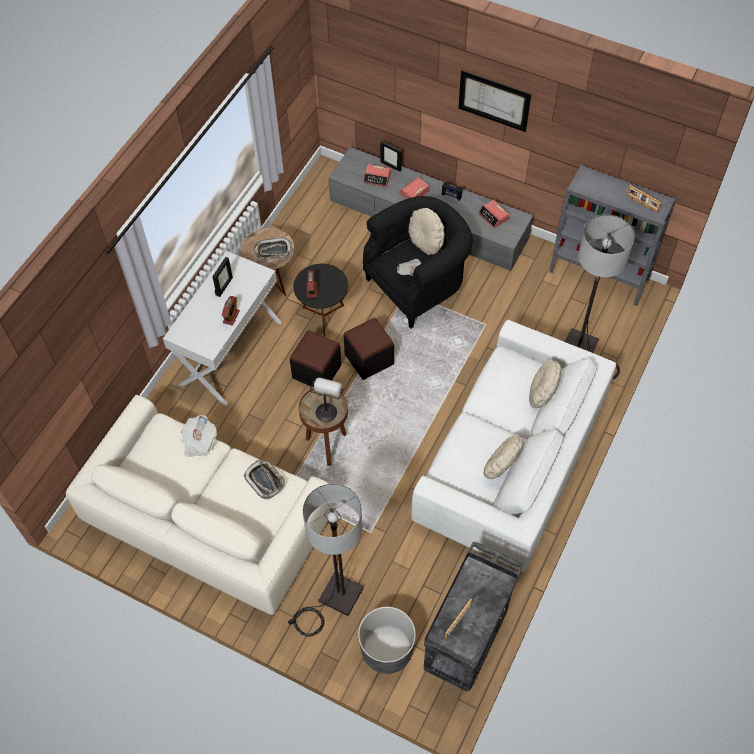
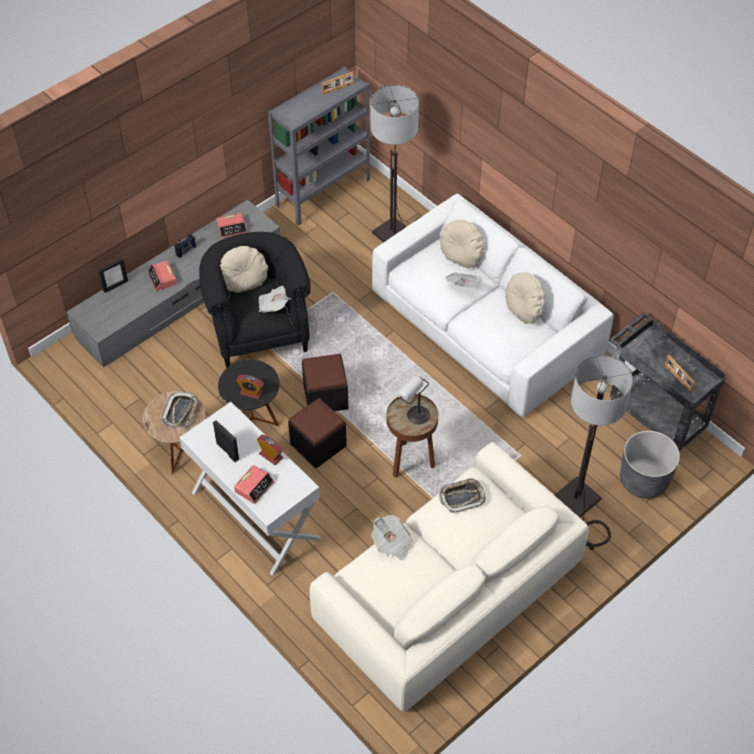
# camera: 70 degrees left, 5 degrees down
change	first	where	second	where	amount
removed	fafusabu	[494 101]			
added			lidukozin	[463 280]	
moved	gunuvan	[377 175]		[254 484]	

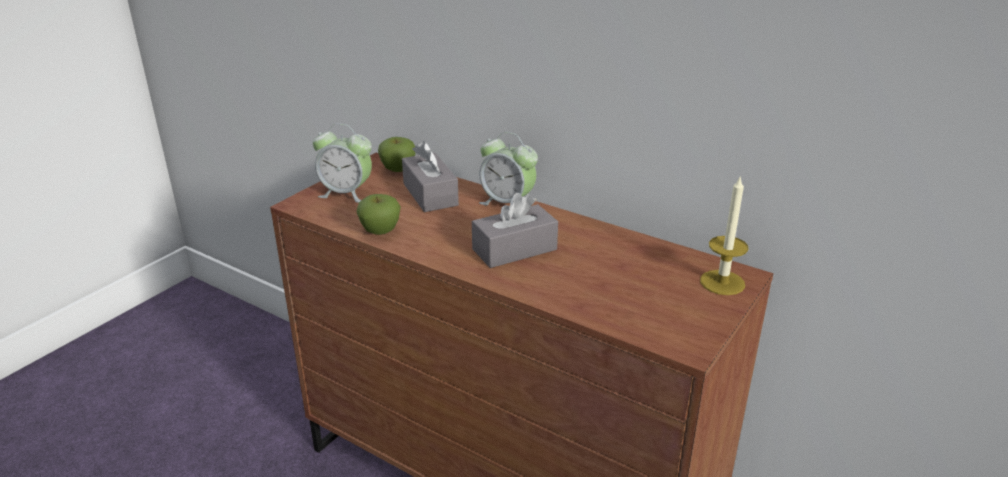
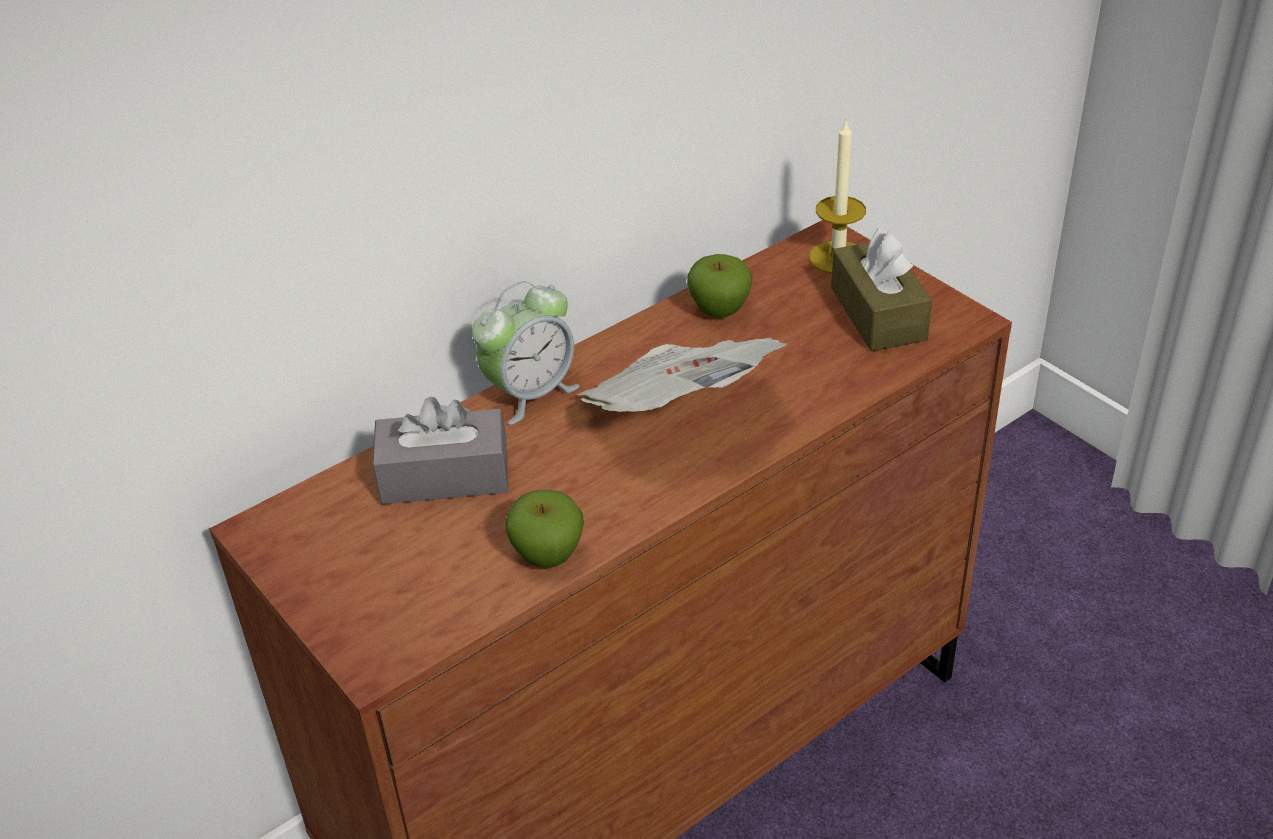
# camera: 70 degrees left, 10 degrees up
change	first	where	second	where	amount
removed	gunuvan	[342 163]			
added			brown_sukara	[881 289]	
moved	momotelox	[397 154]		[719 286]	
replaced	grey_sukara	[515 230]	lidukozin	[682 375]	

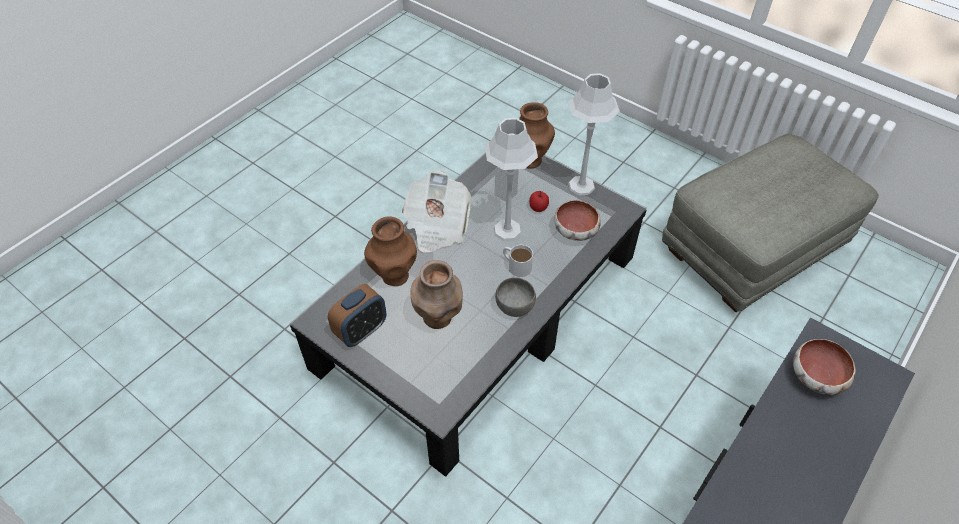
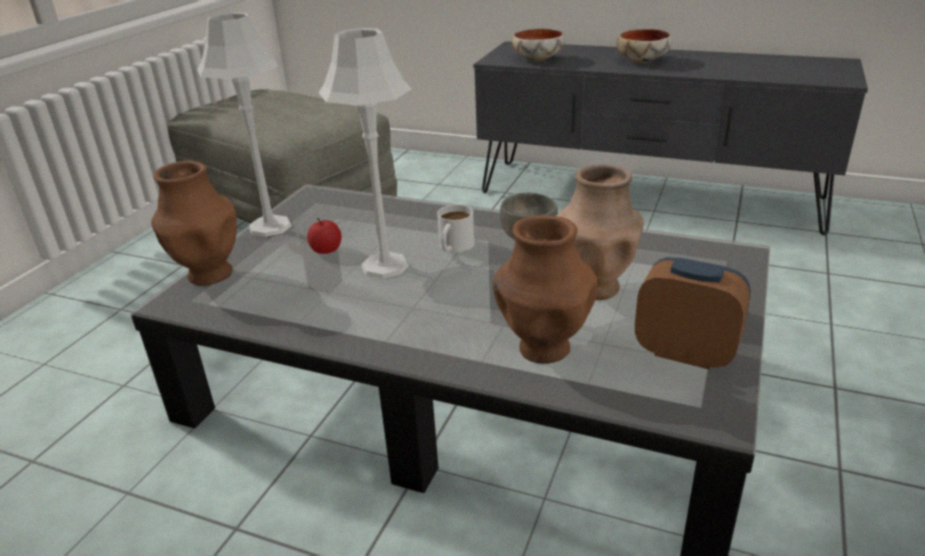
# camera: 105 degrees left, 20 degrees down
change	first	where	second	where	amount
removed	lidukozin	[437 212]			
moved	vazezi	[577 220]		[644 46]	

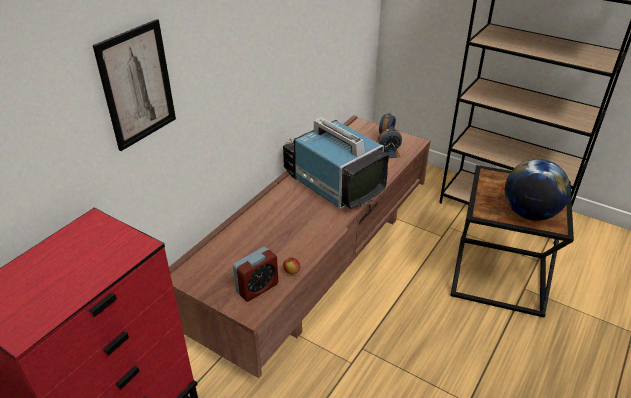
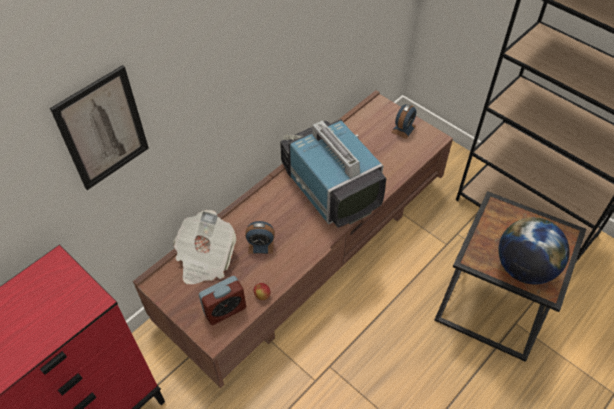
# camera: 10 degrees right, 15 degrees up
change	first	where	second	where	amount
added			lidukozin	[204 247]	
moved	gunuvan	[390 143]		[260 237]	

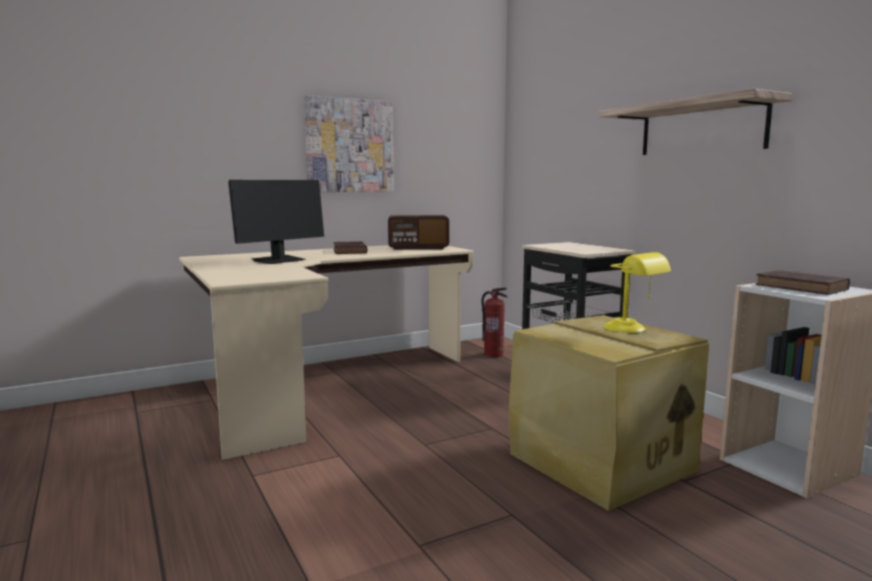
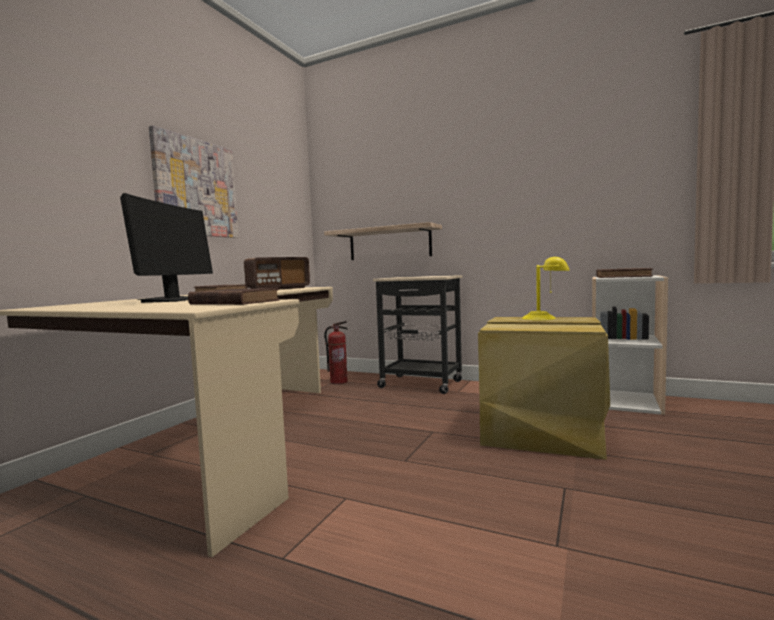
# camera: 35 degrees left, 5 degrees down
change	first	where	second	where	amount
added			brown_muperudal	[234 296]	
moved	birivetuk	[696 122]		[383 241]	

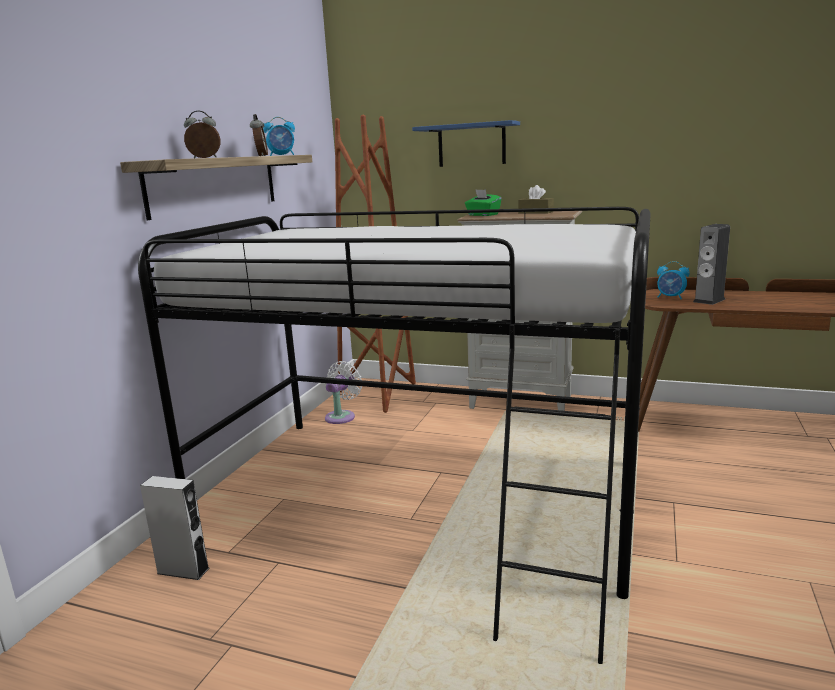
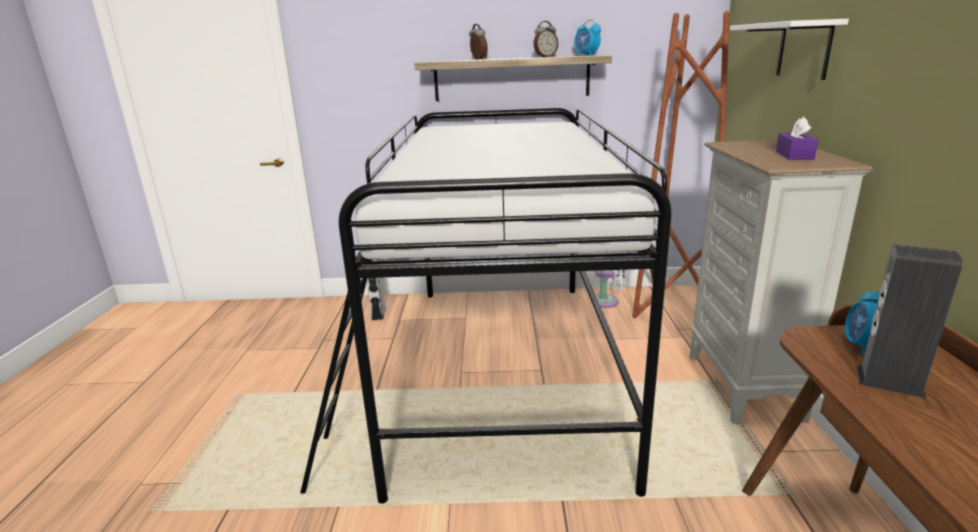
# camera: 70 degrees right, 5 degrees up
change	first	where	second	where	amount
removed	green_sukara	[483 202]			
recoloured	blue_birivetuk	[466 143]	white_birivetuk	[789 49]	
recoloured	brown_sukara	[536 199]	purple_sukara	[797 138]	

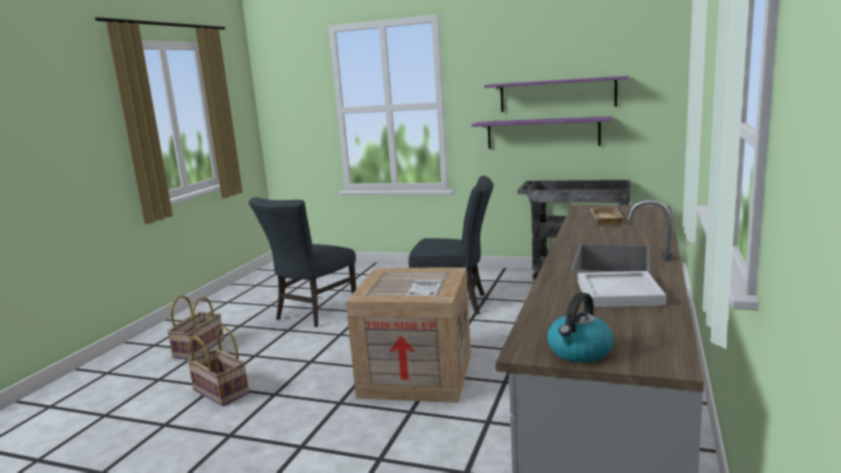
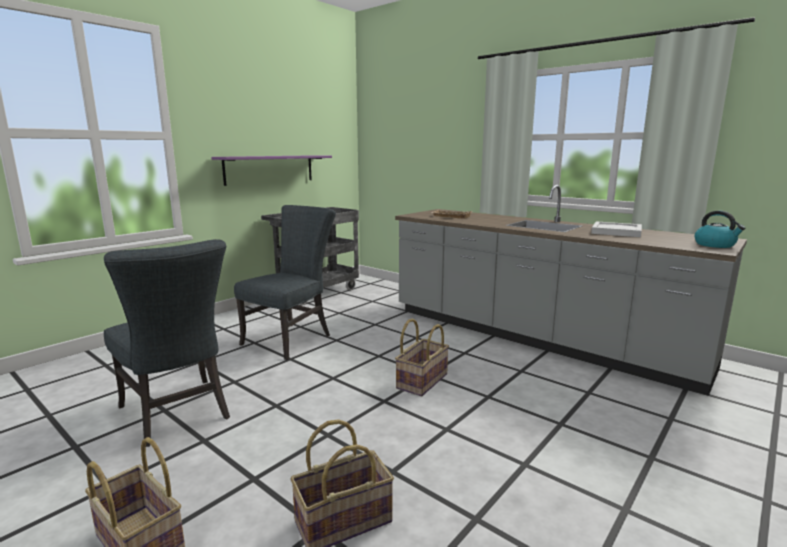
# camera: 70 degrees left, 0 degrees up
change	first	where	second	where	amount
removed	purple_birivetuk	[556 94]			
replaced	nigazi	[408 335]	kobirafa	[422 357]	

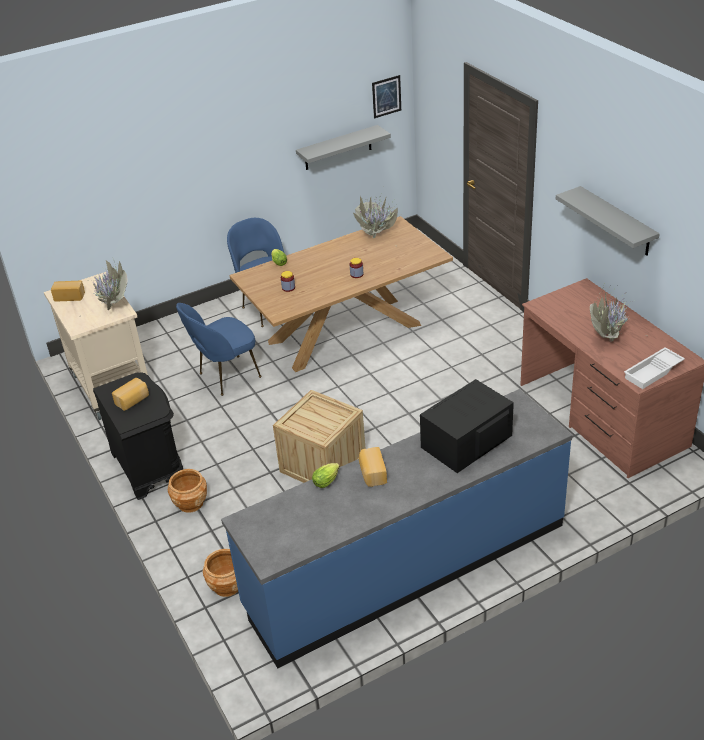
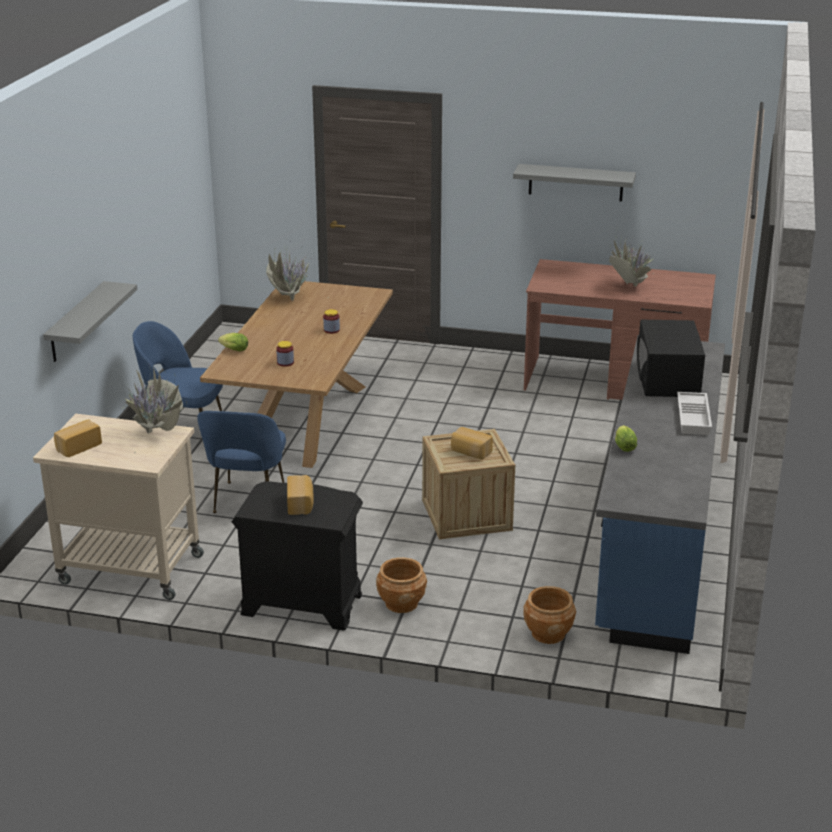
# camera: 50 degrees left, 10 degrees down
change	first	where	second	where	amount
removed	fafusabu	[386 97]			
moved	grey_birivetuk	[343 147]		[90 321]	
moved	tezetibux	[373 467]		[472 443]	
moved	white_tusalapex	[654 368]		[694 413]	

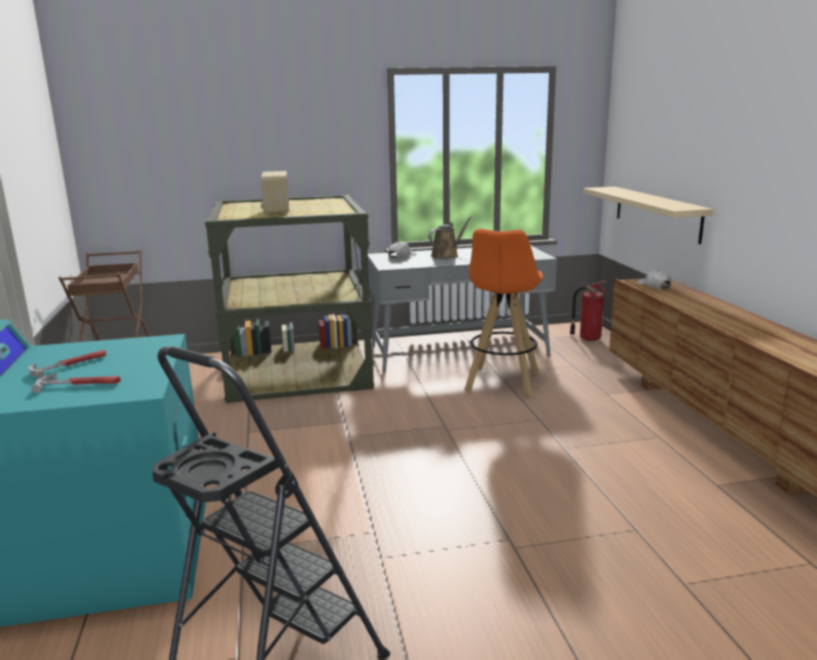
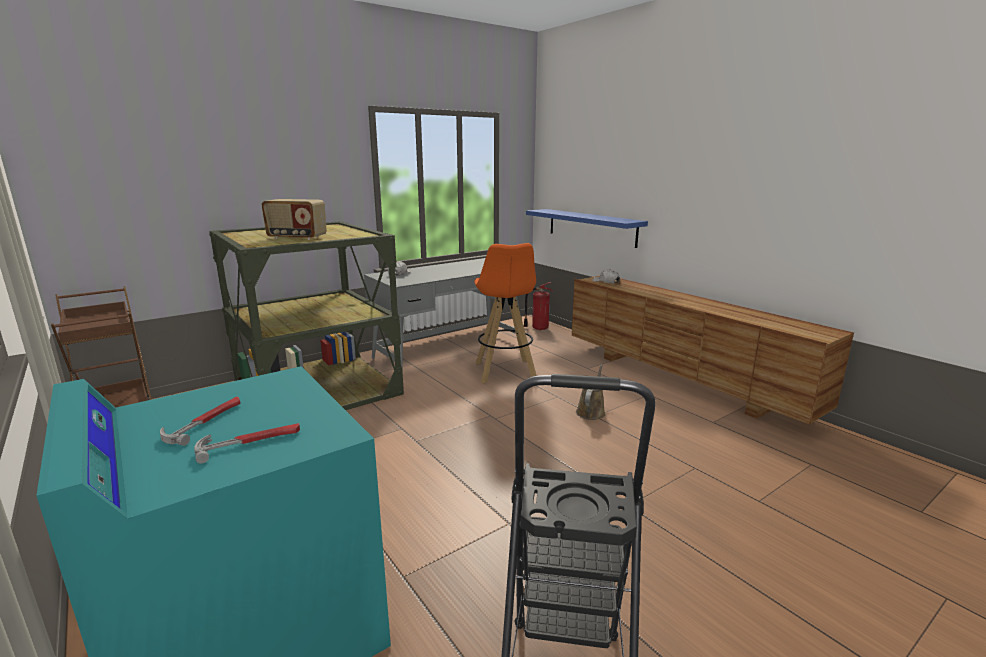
# camera: 25 degrees left, 0 degrees up
change	first	where	second	where	amount
moved	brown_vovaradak	[450 237]		[591 392]	
recoloured	beige_birivetuk	[648 215]	blue_birivetuk	[587 228]	
turned	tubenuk	[275 193]		[294 219]	45 degrees counterclockwise

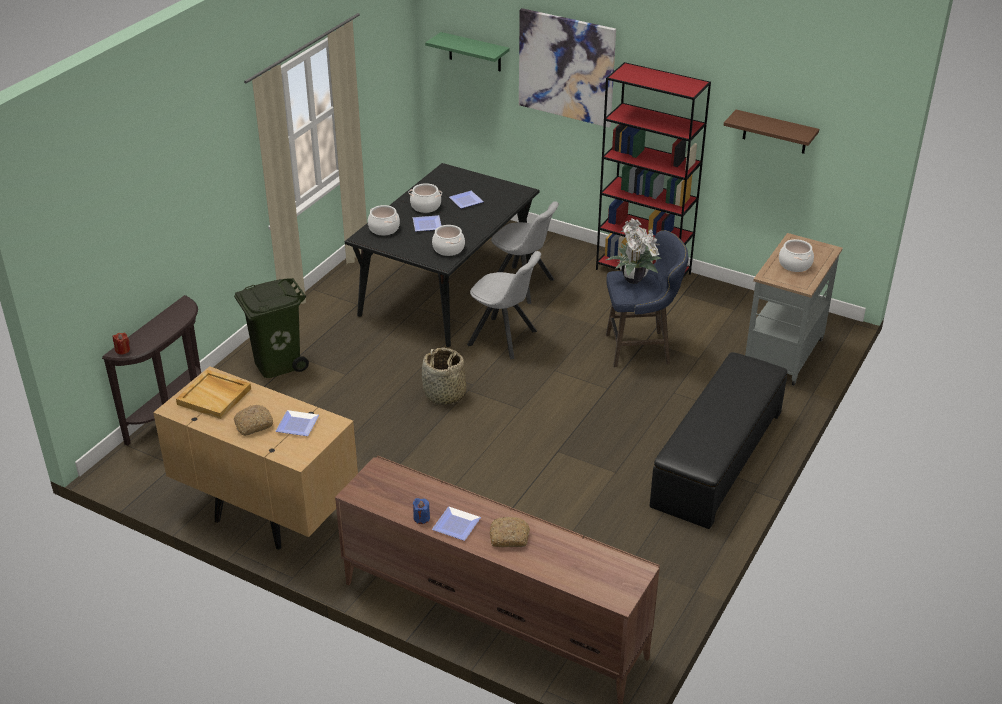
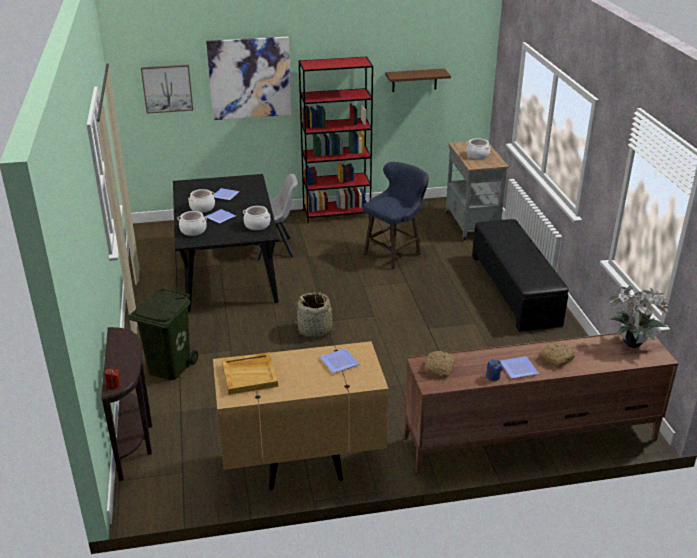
# camera: 40 degrees left, 5 degrees down
change	first	where	second	where	amount
removed	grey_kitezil	[504 305]			
moved	tezetibux	[253 420]		[440 364]	
moved	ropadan	[633 251]		[639 316]	
replaced	green_birivetuk	[467 51]	fafusabu	[167 89]	

